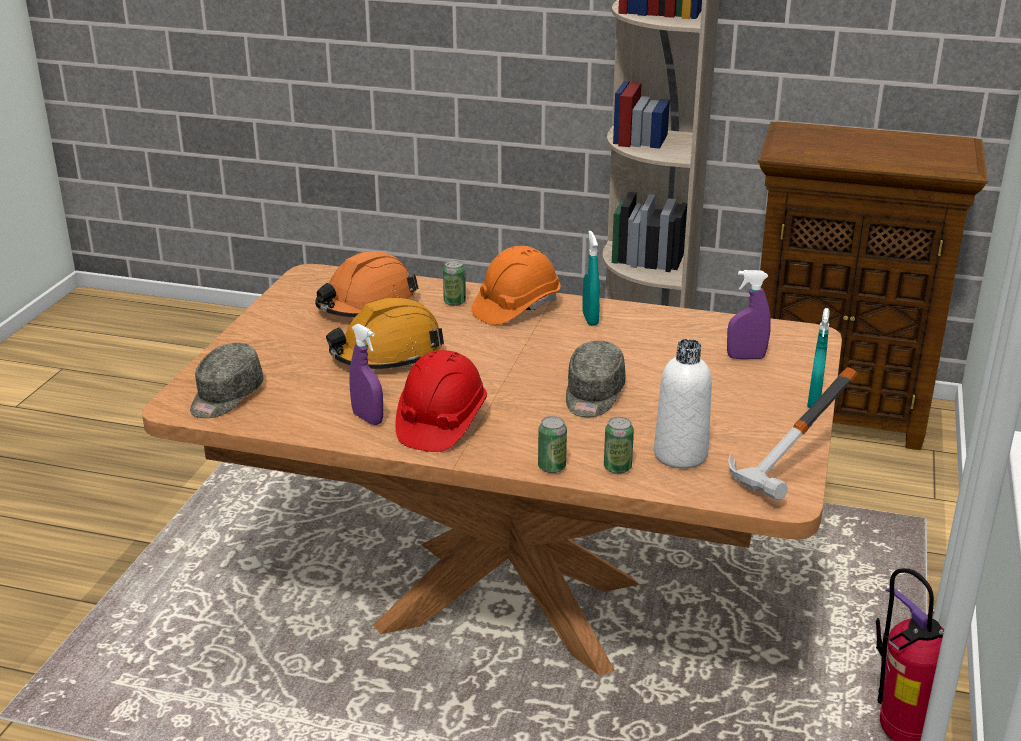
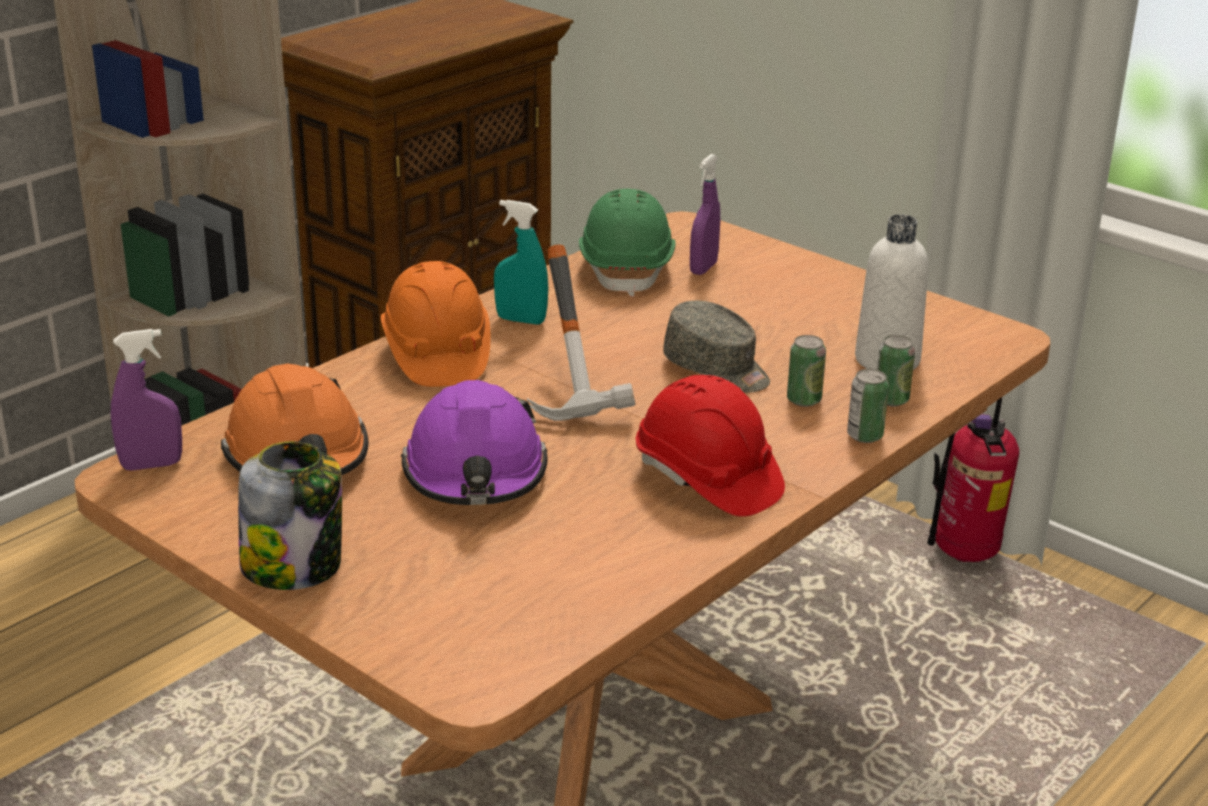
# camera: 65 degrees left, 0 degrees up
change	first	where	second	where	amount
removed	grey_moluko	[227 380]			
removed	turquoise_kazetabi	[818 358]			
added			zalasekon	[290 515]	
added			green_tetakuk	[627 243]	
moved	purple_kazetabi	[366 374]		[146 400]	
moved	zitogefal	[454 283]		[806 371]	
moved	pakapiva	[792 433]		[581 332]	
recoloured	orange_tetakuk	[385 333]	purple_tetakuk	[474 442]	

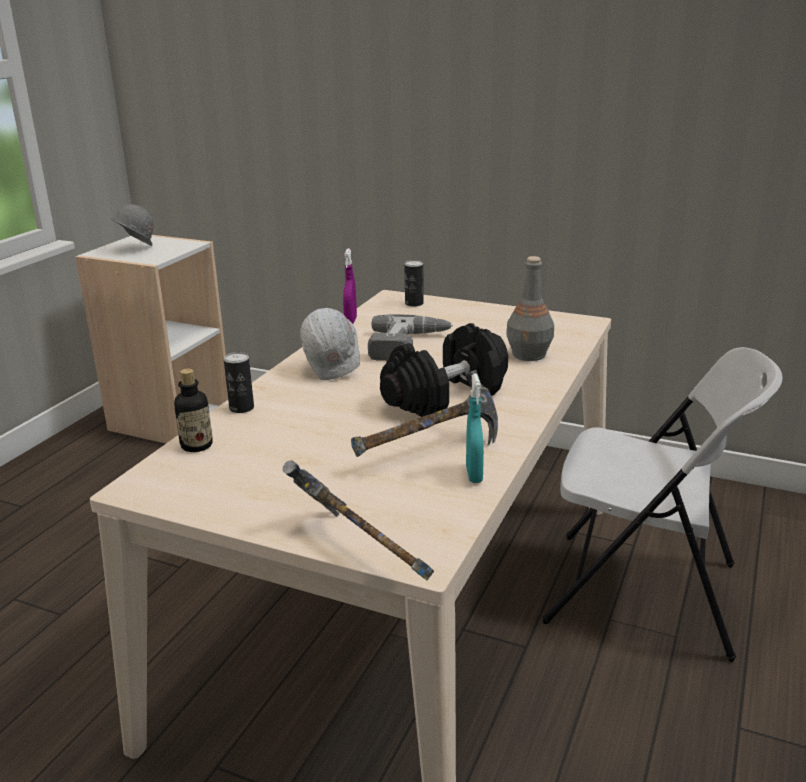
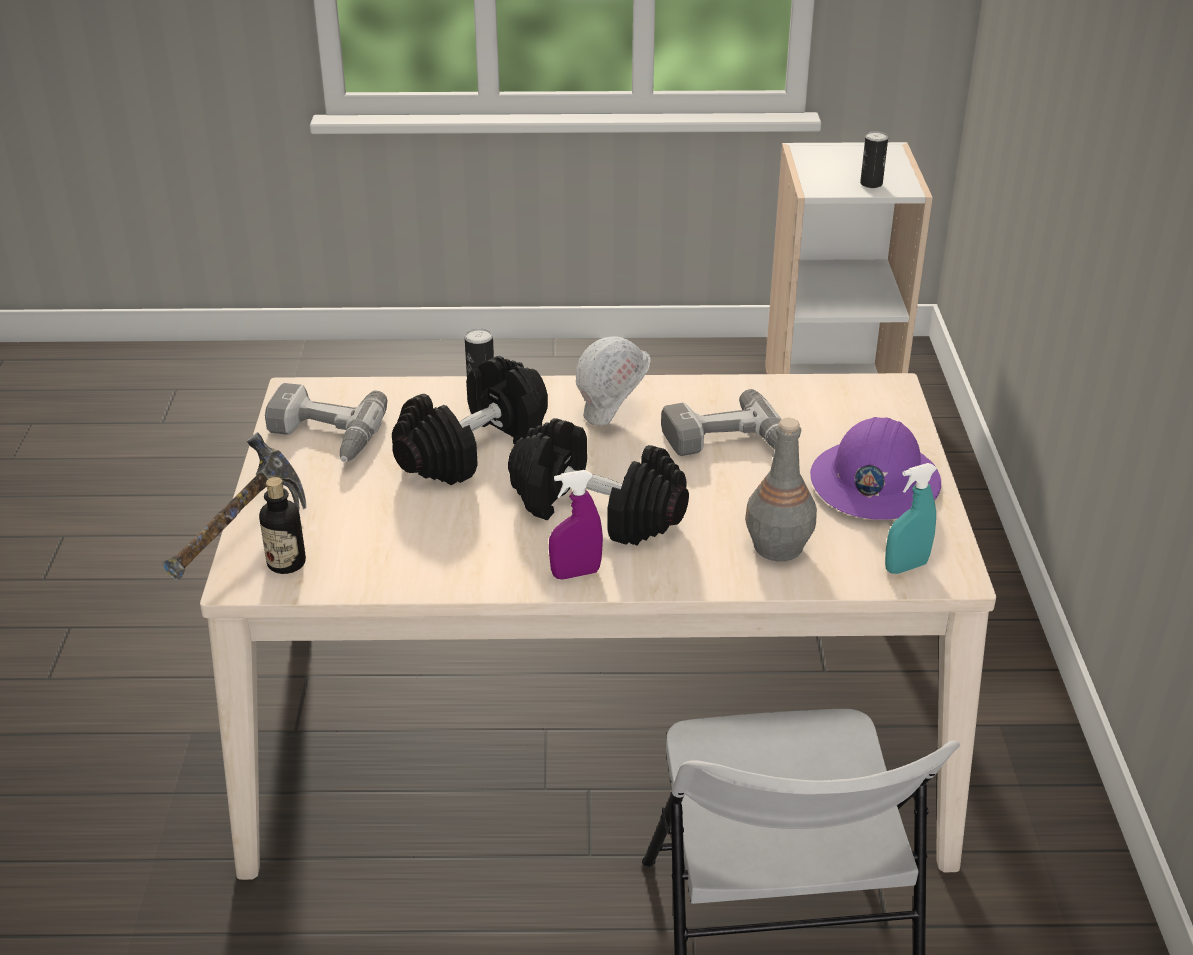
# camera: 65 degrees right, 10 degrees up
change	first	where	second	where	amount
removed	grey_tetakuk	[132 225]			
removed	pakapiva	[424 413]			
added			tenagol	[326 422]	
added			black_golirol	[470 420]	
added			purple_tetakuk	[875 468]	
moved	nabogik	[193 410]		[282 525]	
moved	purple_kazetabi	[350 286]		[576 525]	
moved	zitogefal	[414 283]		[874 159]	
moved	turquoise_kazetabi	[475 428]		[911 518]	

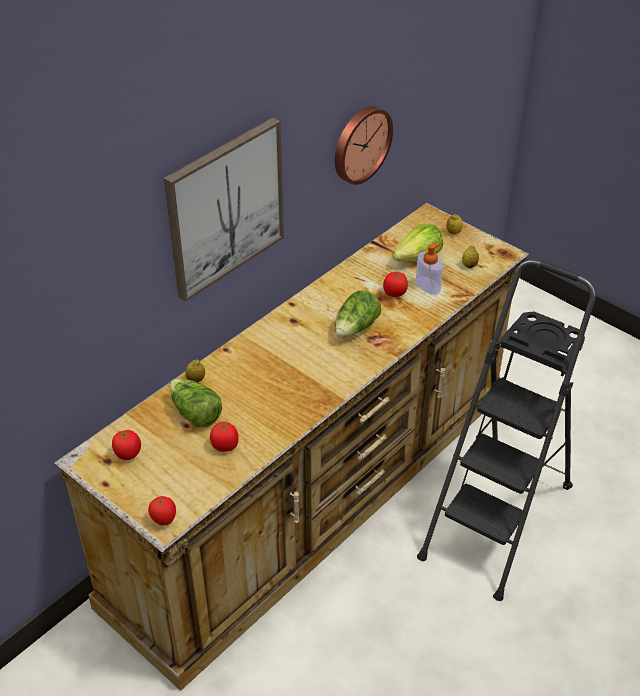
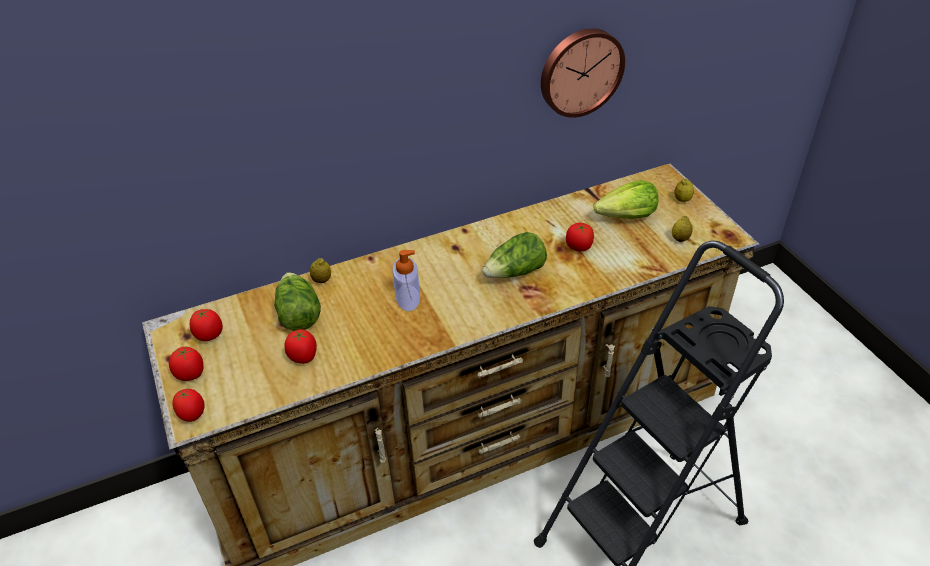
# camera: 25 degrees right, 0 degrees up
change	first	where	second	where	amount
removed	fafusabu	[224 210]			
added			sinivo	[186 363]	
moved	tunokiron	[429 269]		[406 280]	

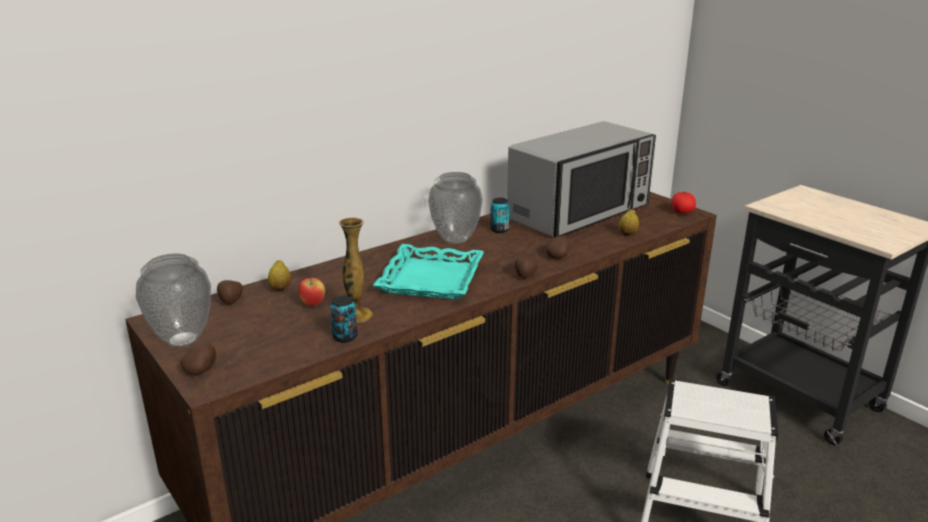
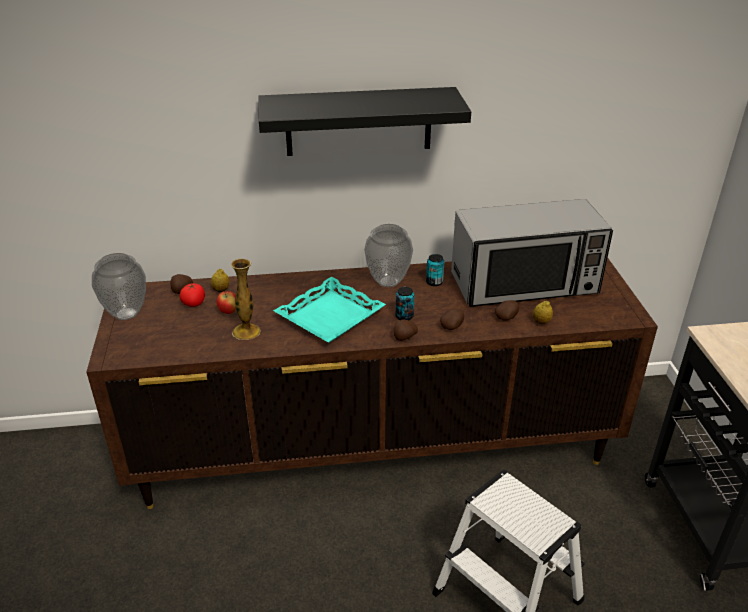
# camera: 30 degrees right, 10 degrees up
change	first	where	second	where	amount
added			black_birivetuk	[364 121]	
moved	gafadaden	[198 359]		[507 310]	
moved	zitogefal	[343 318]		[404 303]	
moved	sinivo	[683 203]		[192 295]	

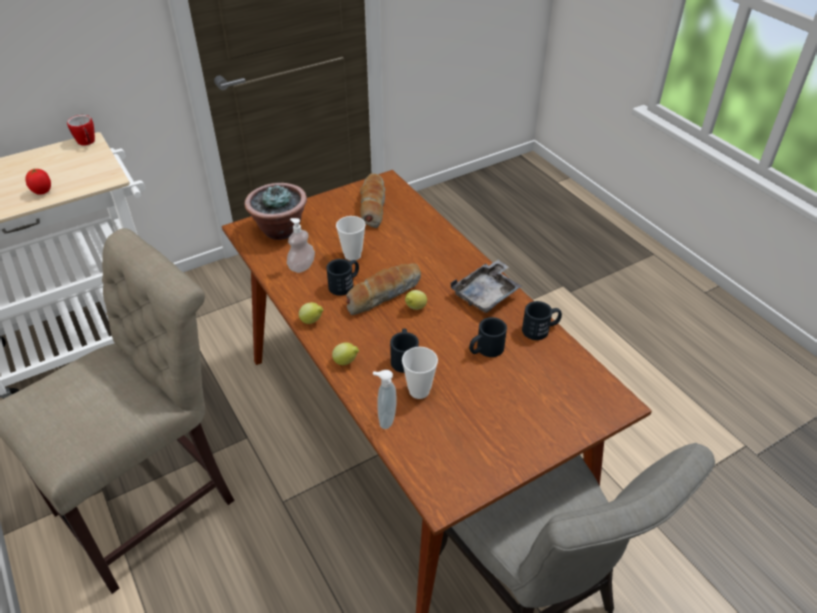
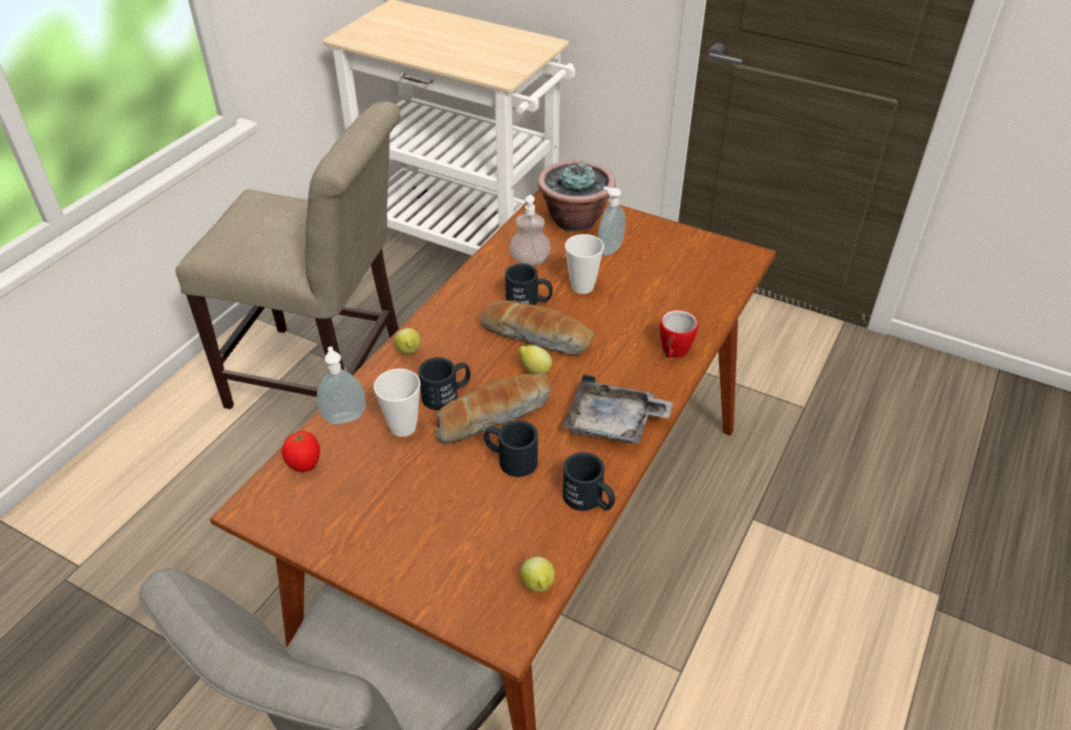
# camera: 60 degrees right, 0 degrees up
change	first	where	second	where	amount
added			tunokiron	[612 221]	
moved	sinivo	[38 182]		[301 451]	
moved	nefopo	[81 130]		[679 334]	
moved	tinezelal	[311 313]		[537 574]	
moved	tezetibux	[372 200]		[493 409]	

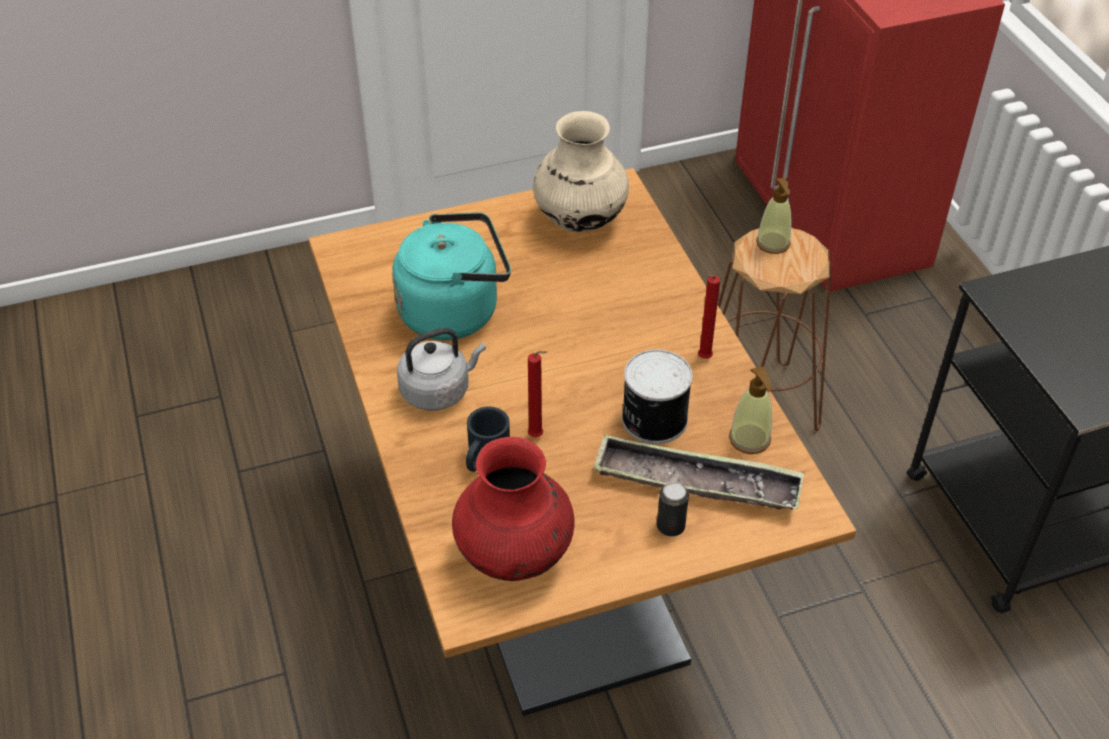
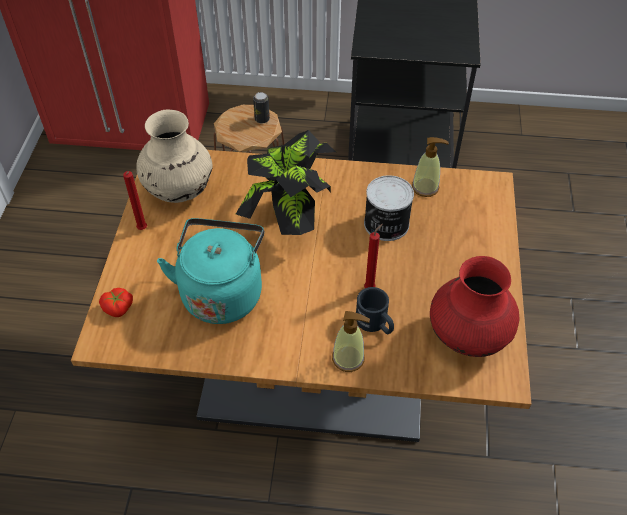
# camera: 65 degrees left, 5 degrees up
change	first	where	second	where	amount
removed	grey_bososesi	[441 369]			
removed	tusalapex	[698 471]			
added			sinivo	[116 302]	
added			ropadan	[286 182]	
moved	zitogefal	[673 509]		[261 107]	
moved	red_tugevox	[709 316]		[135 200]	
moved	tunokiron	[773 215]		[351 341]	

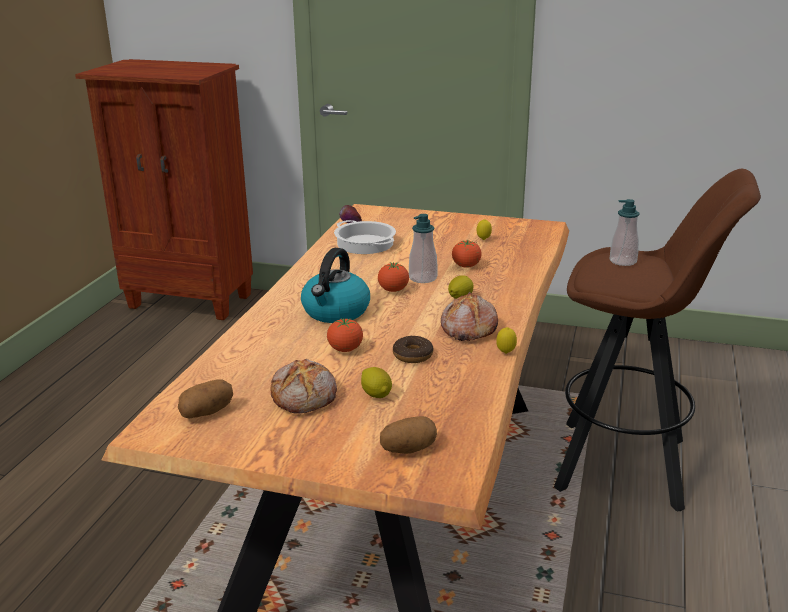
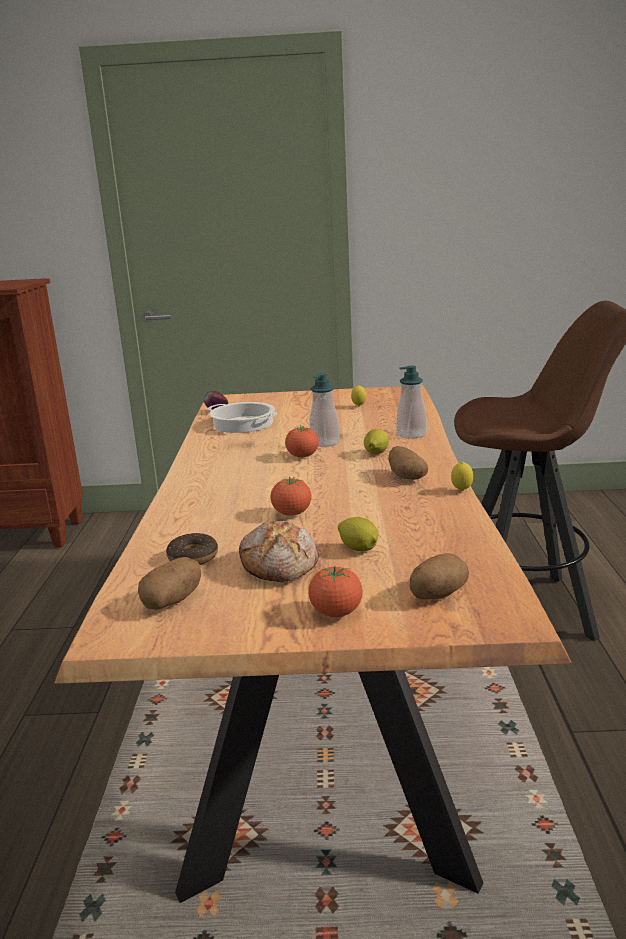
# camera: 15 degrees left, 5 degrees down
change	first	where	second	where	amount
removed	bososesi	[335 285]			
moved	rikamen	[413 349]		[192 549]	
moved	sinivo	[466 254]		[335 591]	
moved	tunokiron	[624 232]		[411 402]	
replaced	tezetibux	[469 316]	gafadaden	[408 463]	

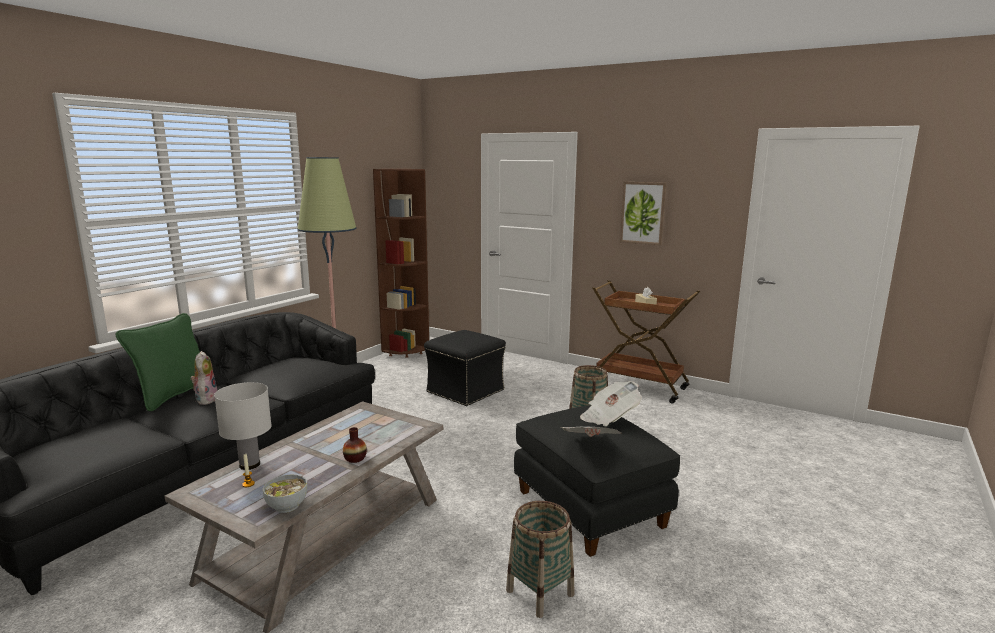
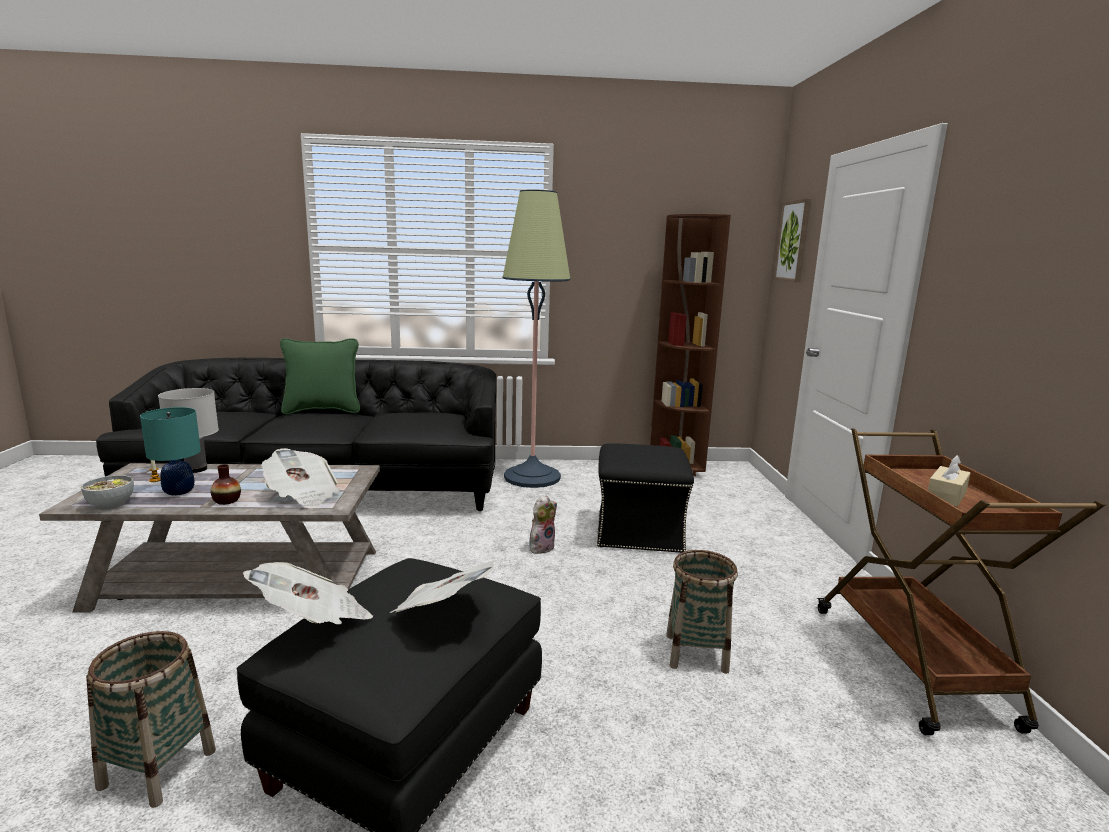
# camera: 55 degrees right, 0 degrees up
change	first	where	second	where	amount
added			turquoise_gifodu	[170 451]	
added			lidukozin	[300 478]	
moved	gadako	[204 378]		[543 525]	
moved	fafusabu	[643 213]		[792 240]	

